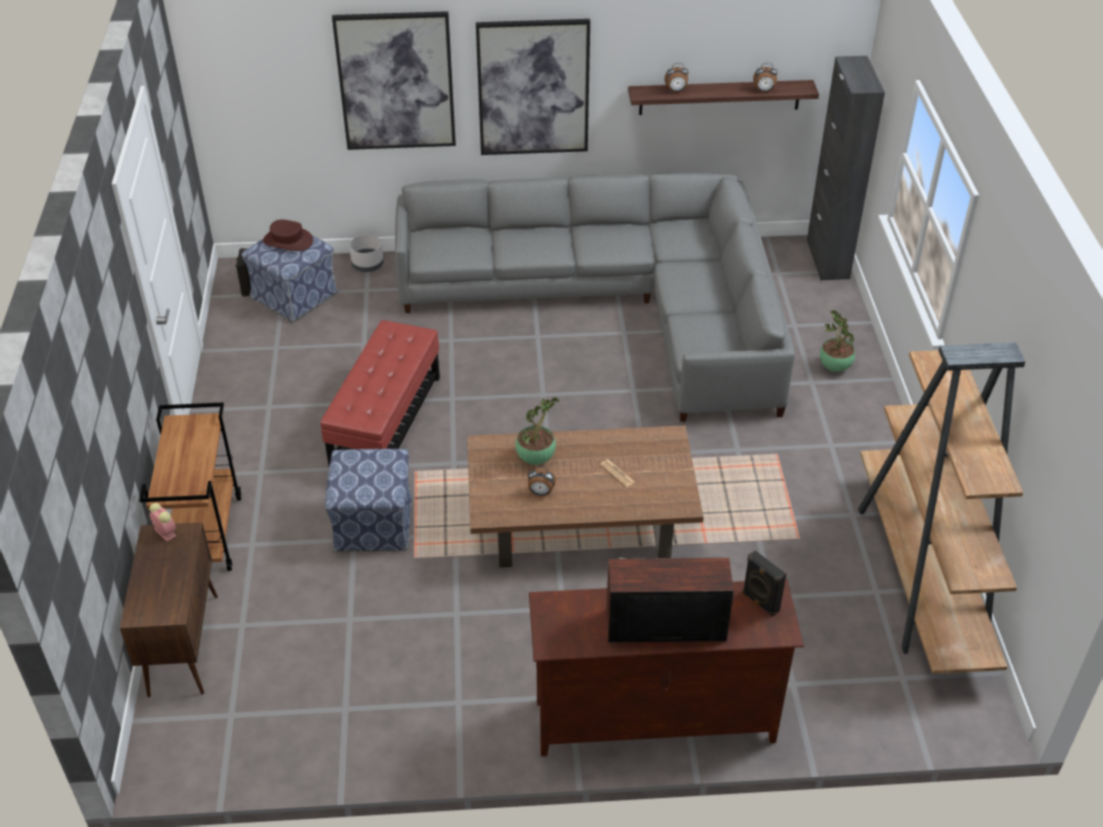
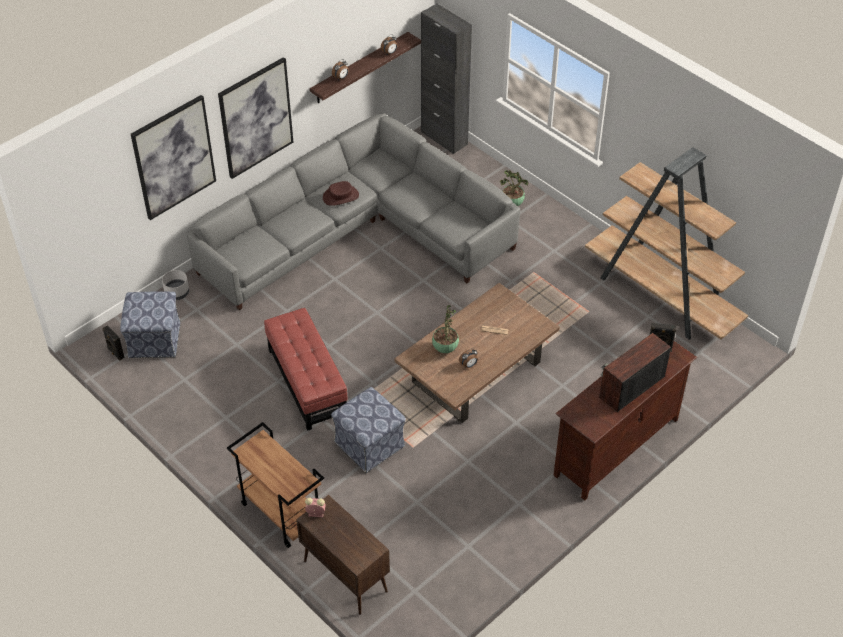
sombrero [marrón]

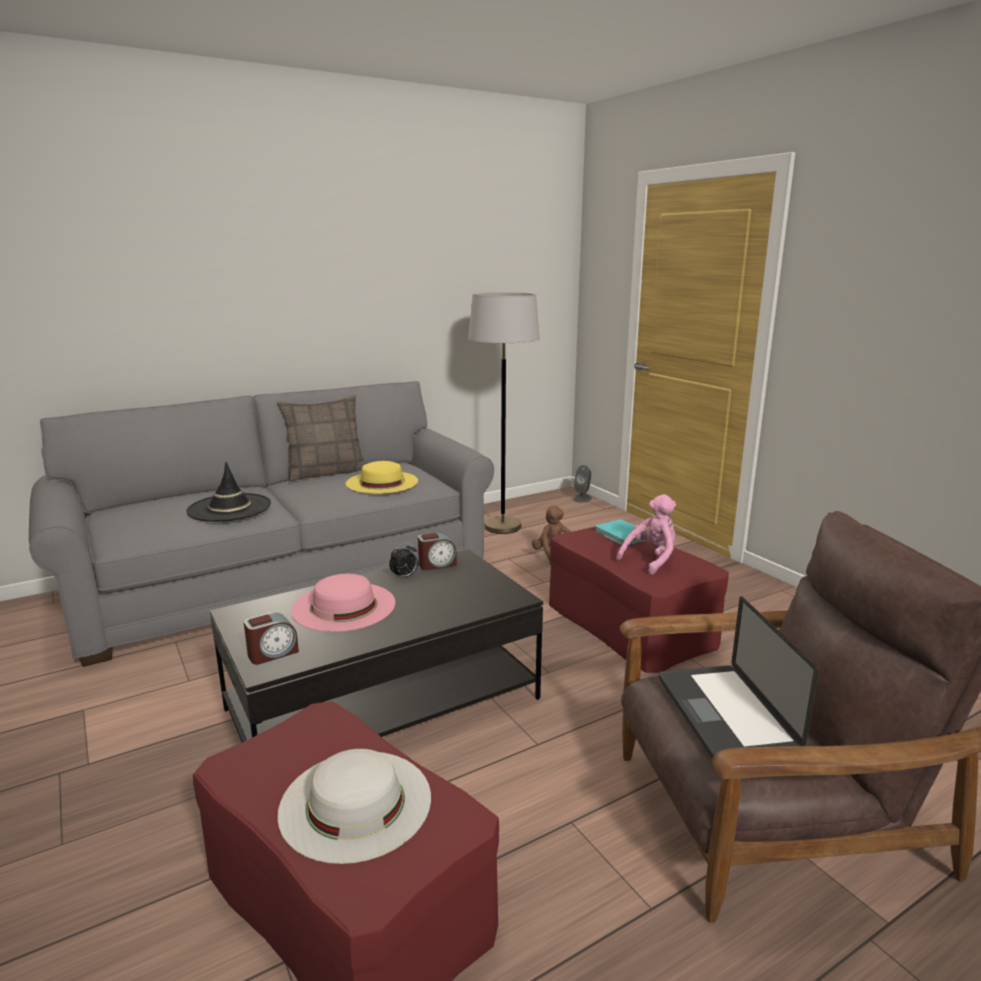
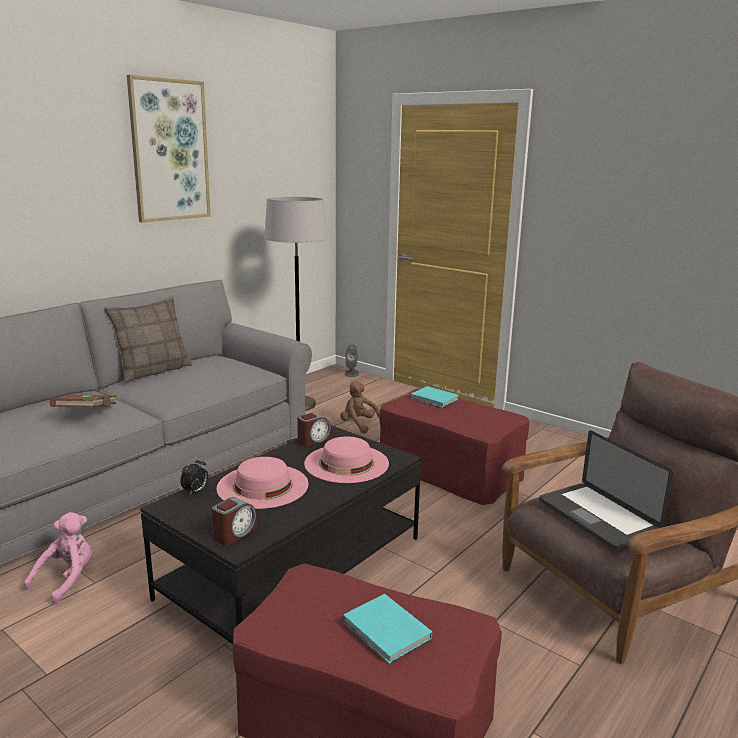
peluche [rosa]
libro [marrón]
cuadro
despertador (no. 1 from left)
sombrero [rosa] (no. 2 from left)
libro [turquesa] (no. 1 from left)
sombrero [amarillo]

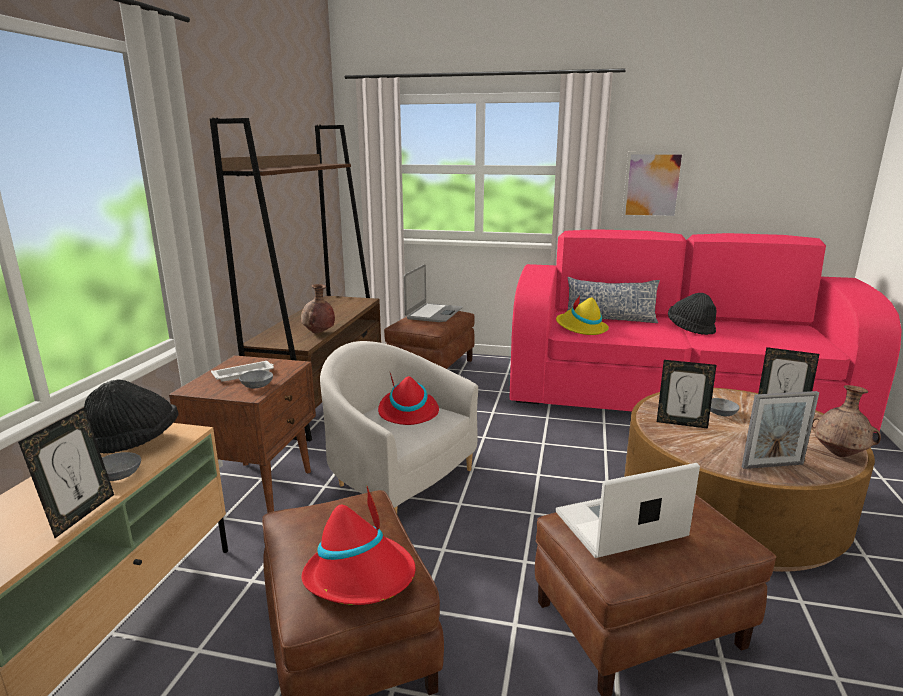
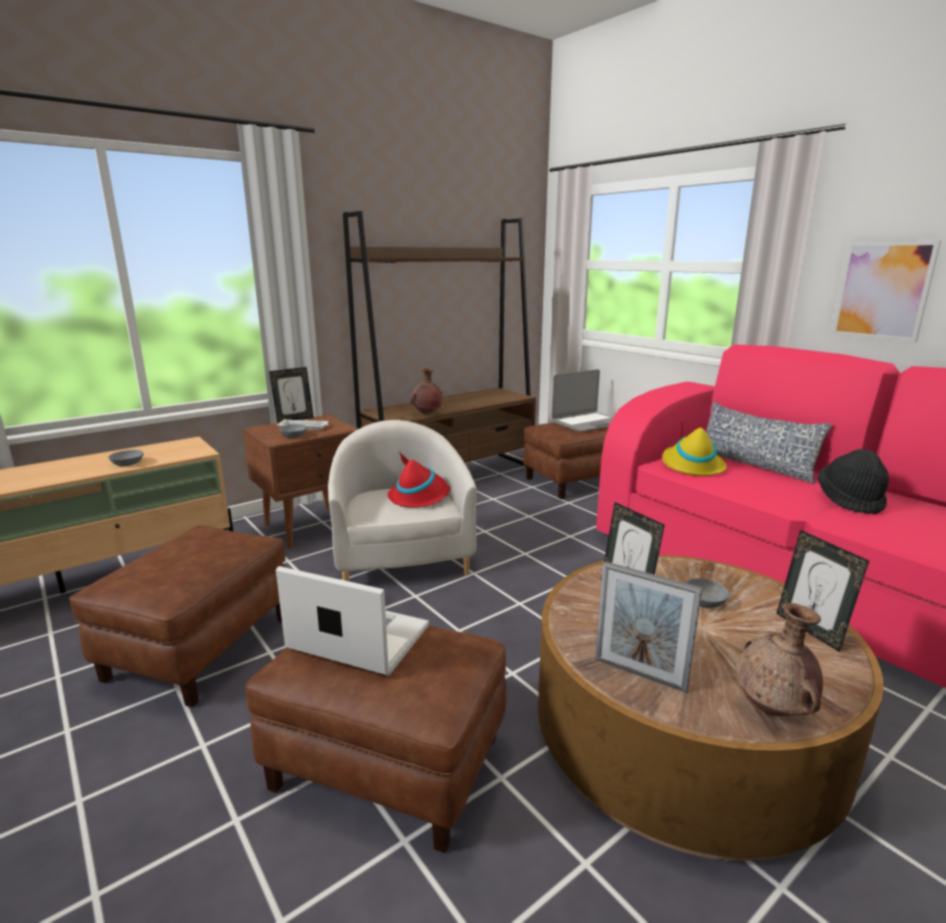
portarretratos (no. 1 from left)
sombrero [negro] (no. 1 from left in the first image)
sombrero [rojo] (no. 1 from left in the first image)

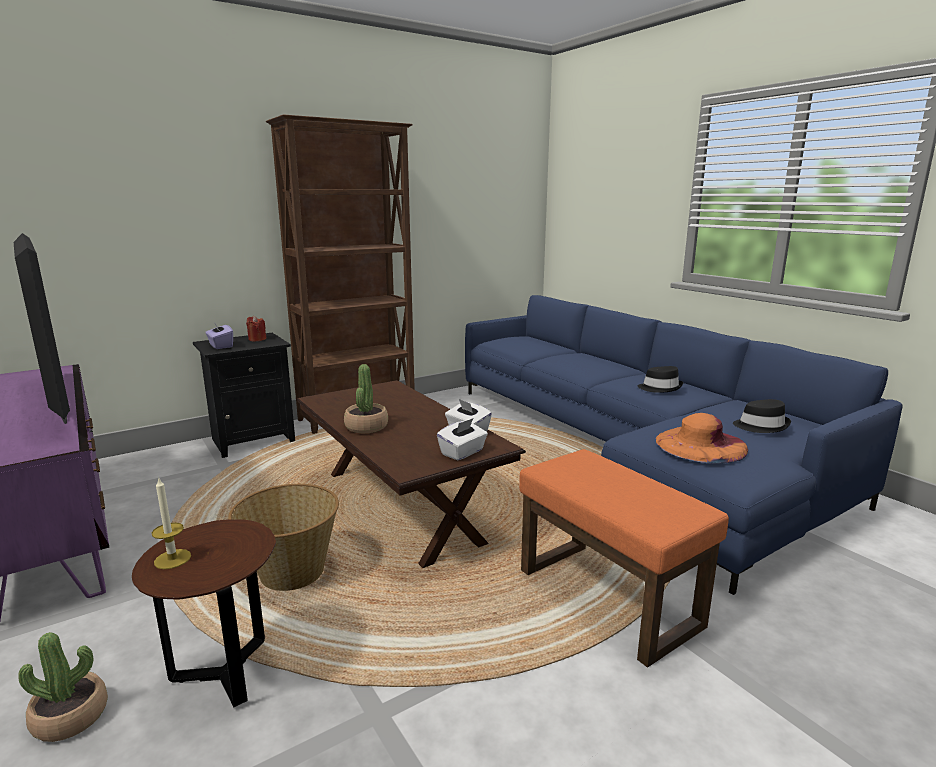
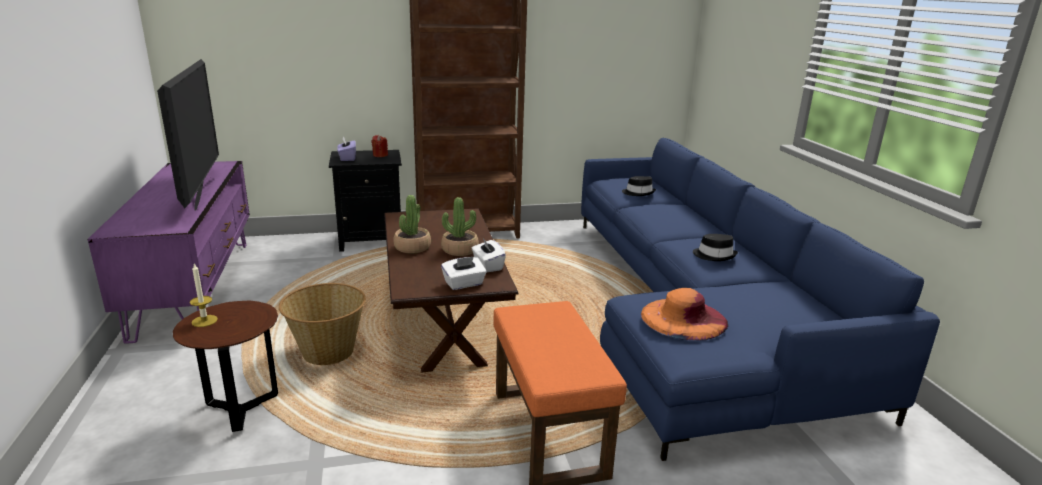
planta en maceta (no. 2 from left)
sombrero [negro] (no. 1 from left)

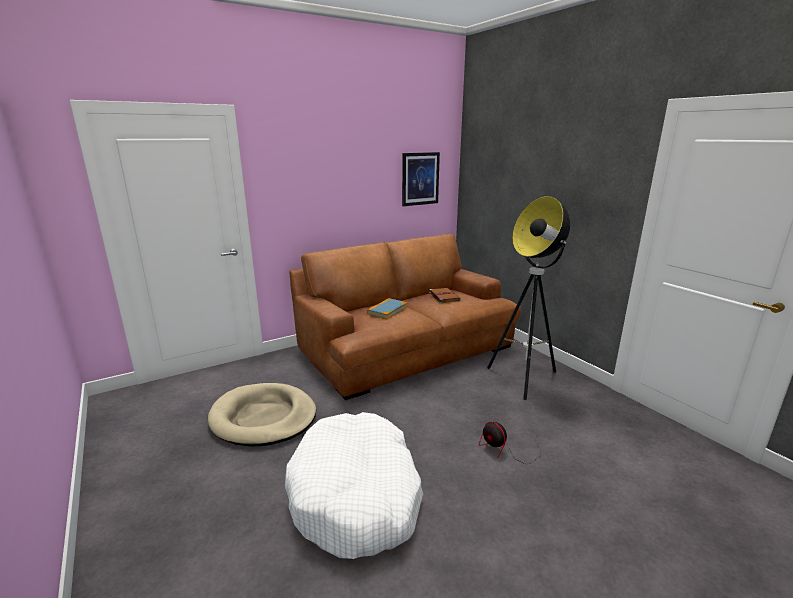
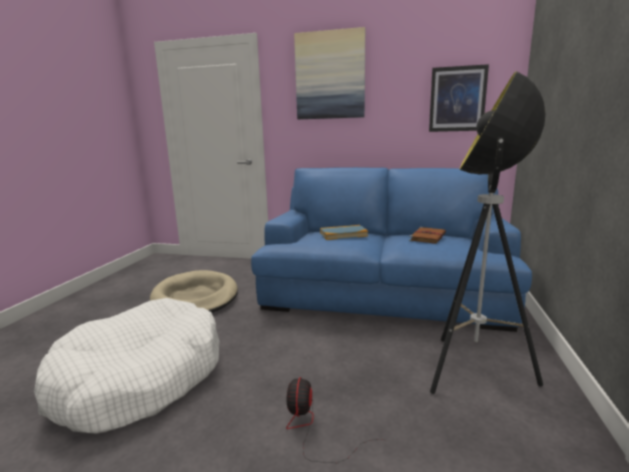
sofá [azul]
cuadro (no. 1 from left)

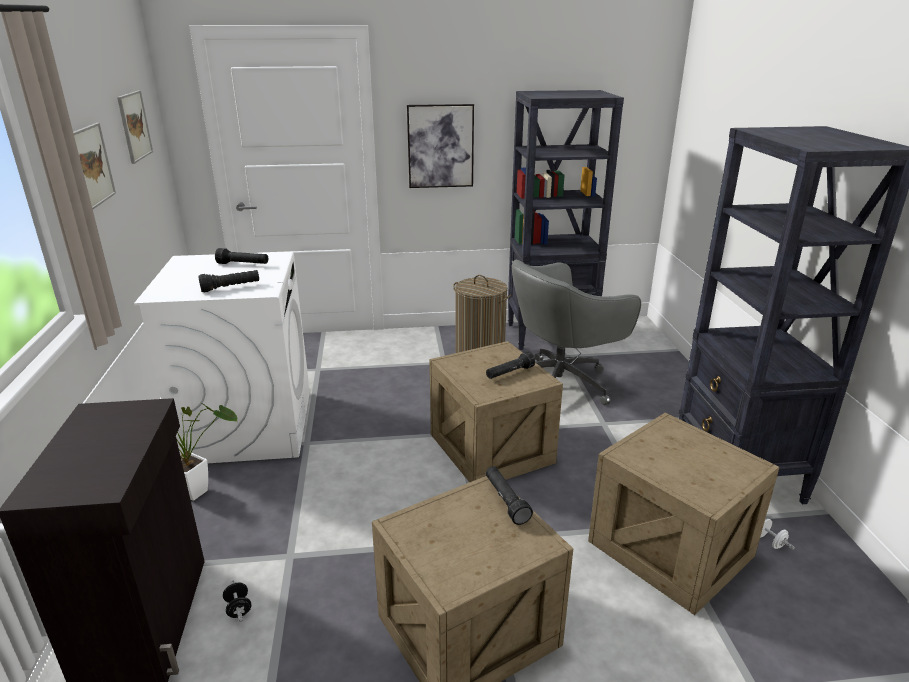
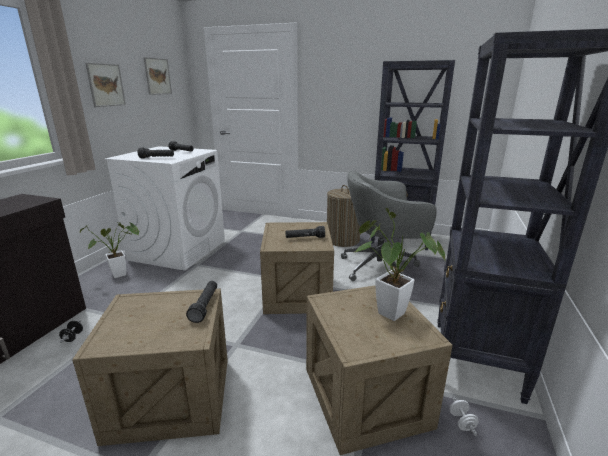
planta en maceta (no. 2 from left)
cuadro (no. 3 from left in the first image)

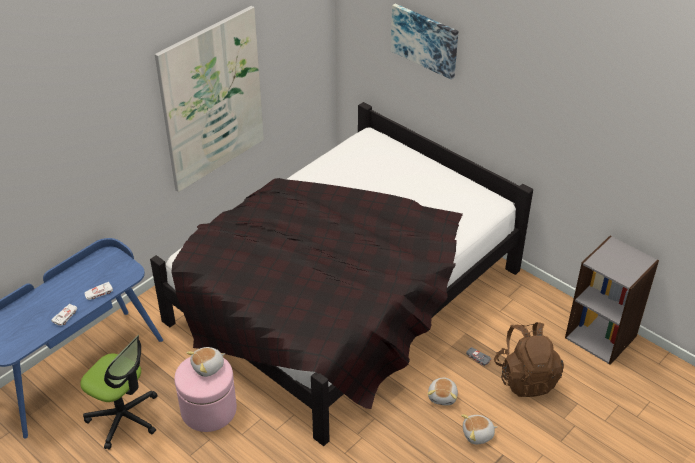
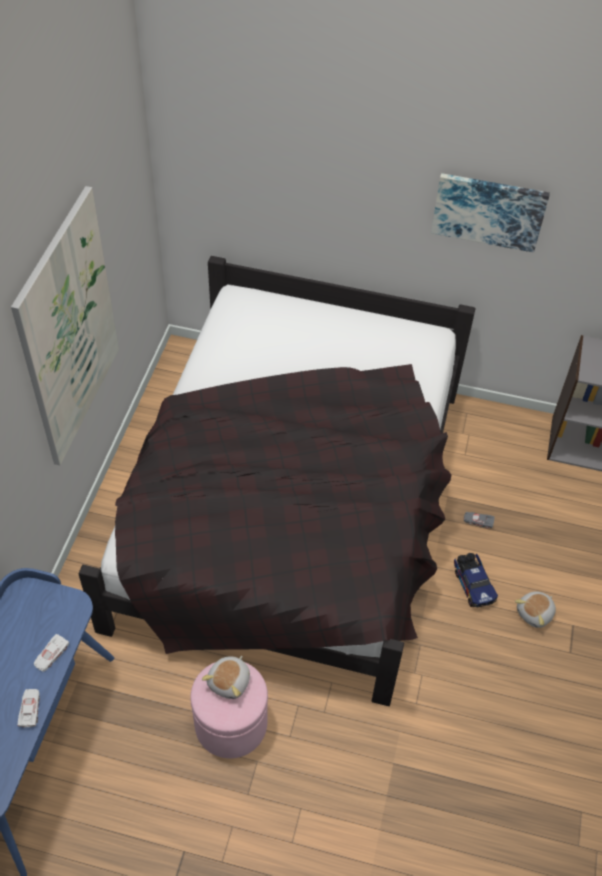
cuadro (no. 2 from left)
camión de juguete
silla de oficina
mochila [marrón]

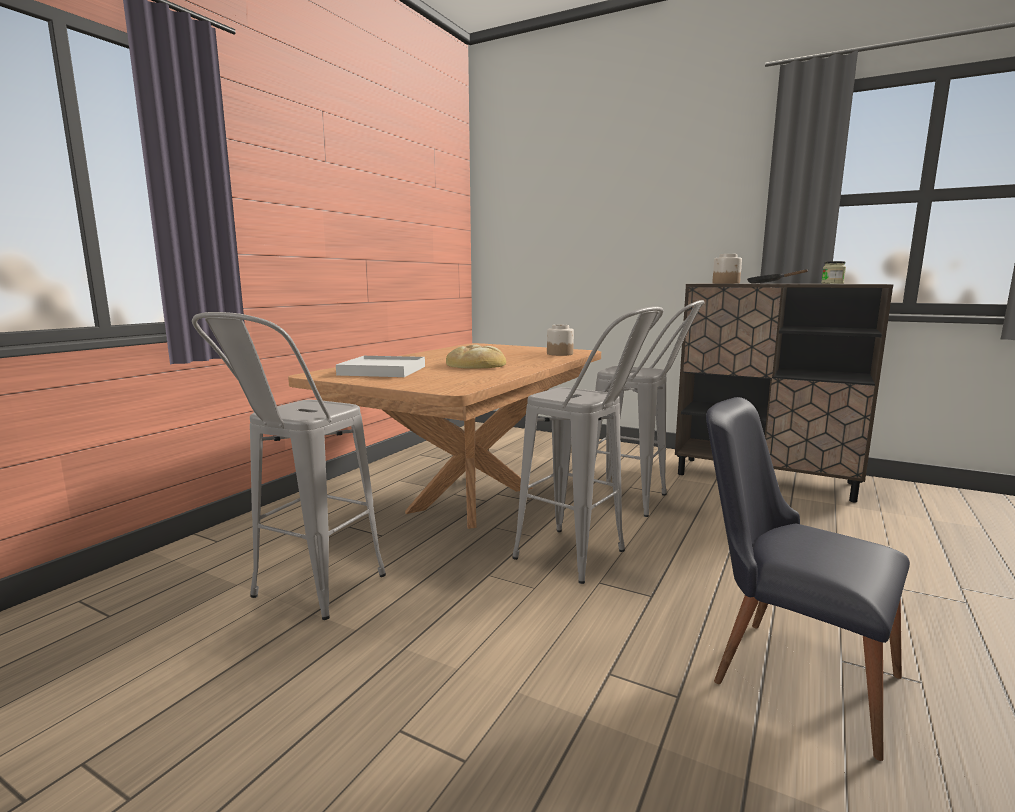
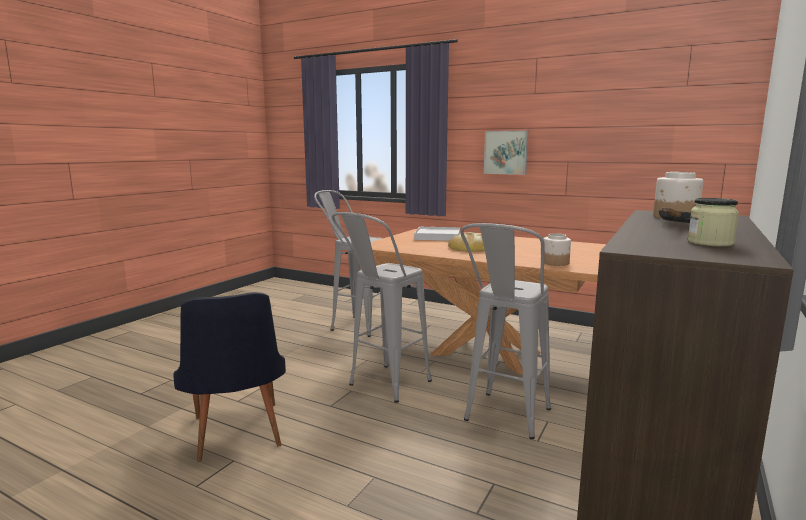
silla [negro]
cuadro

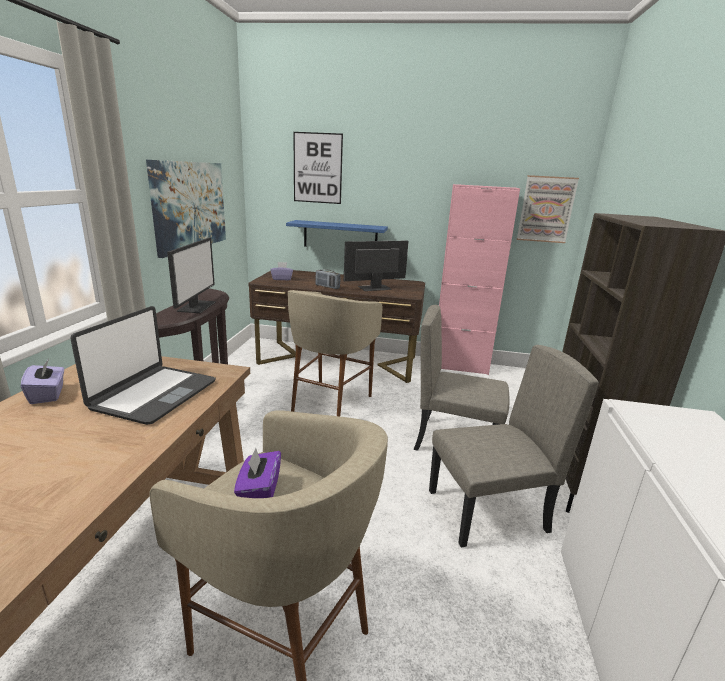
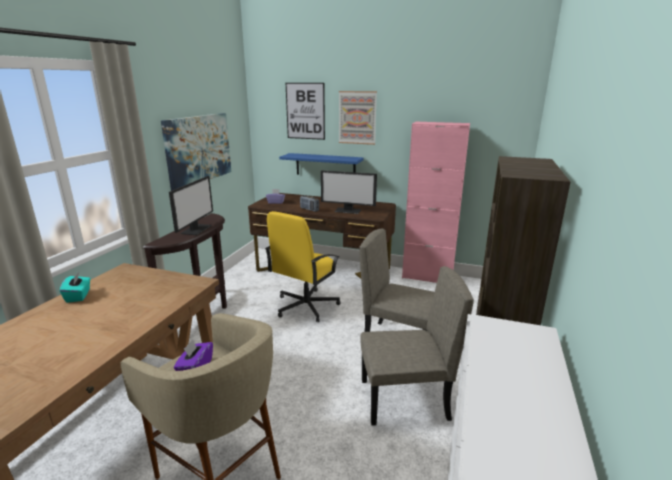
caja de pañuelos [turquesa]
silla de oficina [amarillo]
monitor (no. 2 from left)
cuadro (no. 3 from left)
portátil

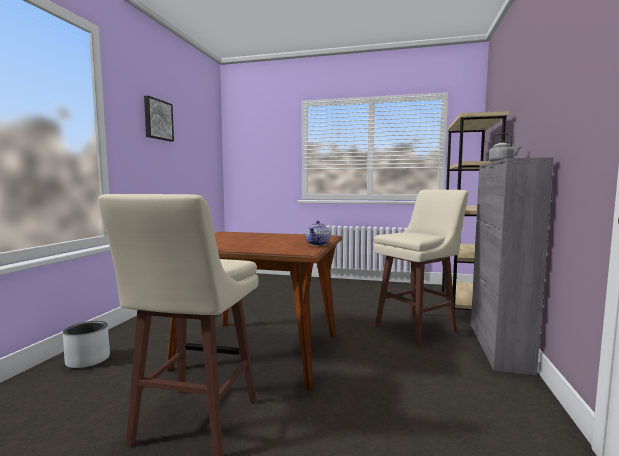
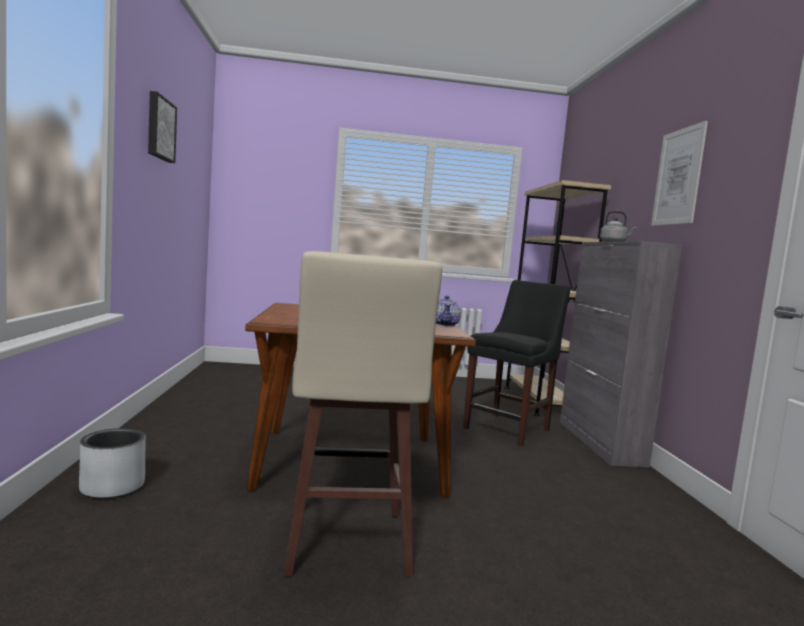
silla [negro]
cuadro (no. 2 from left)

